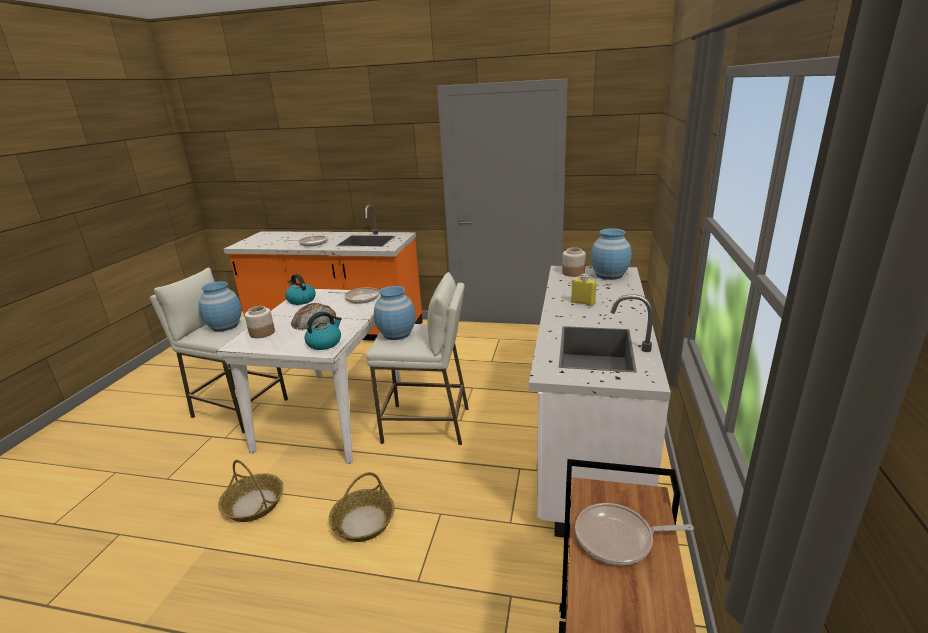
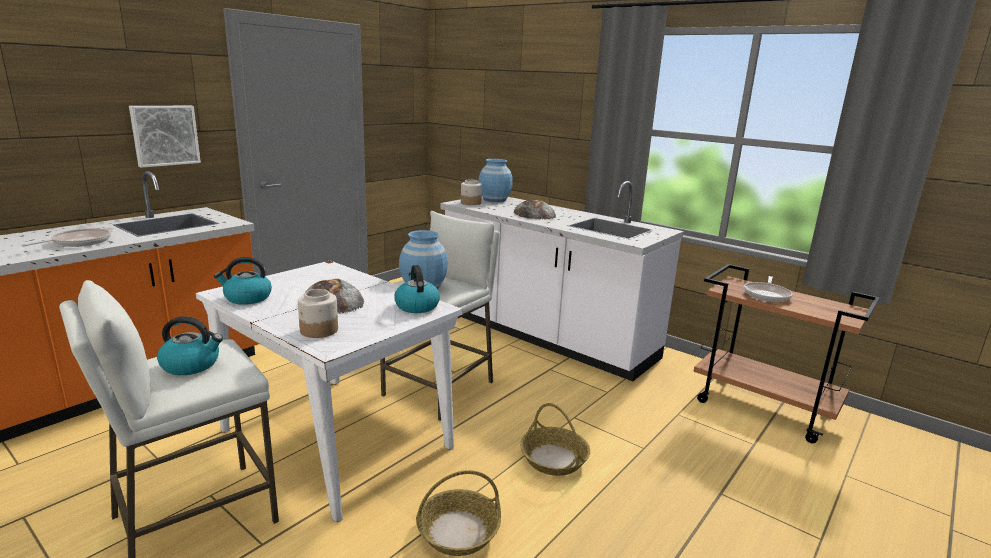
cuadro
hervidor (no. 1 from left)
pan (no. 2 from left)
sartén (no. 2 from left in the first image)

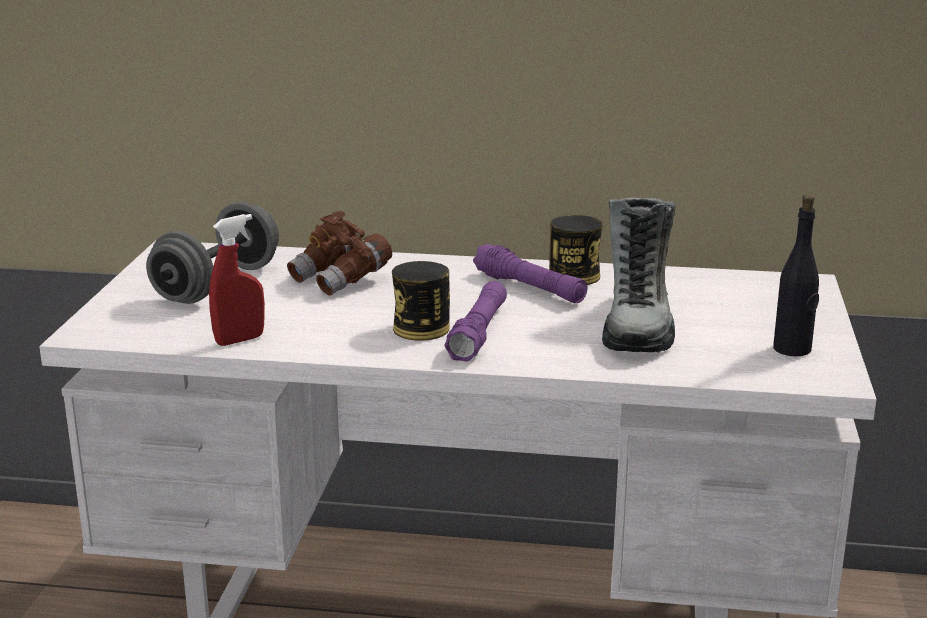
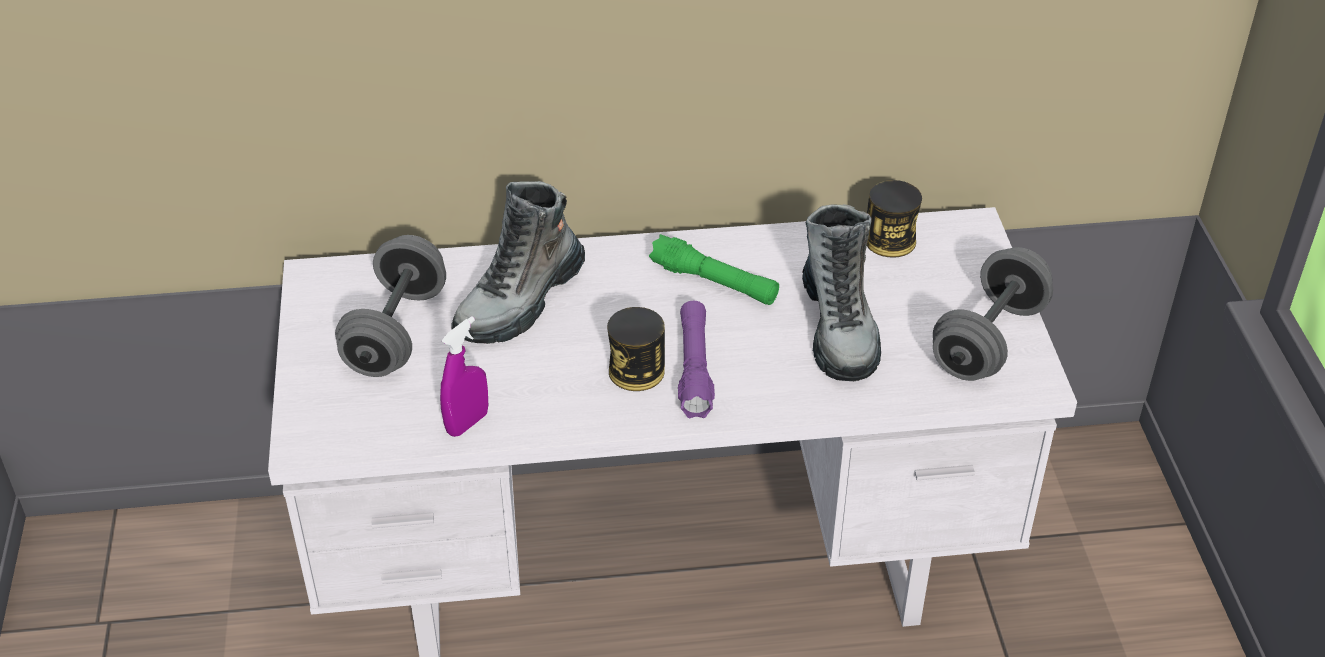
pulverizador [morado]
bota (no. 1 from left)
linterna [verde]
lata (no. 2 from left)
mancuerna [gris] (no. 2 from left)

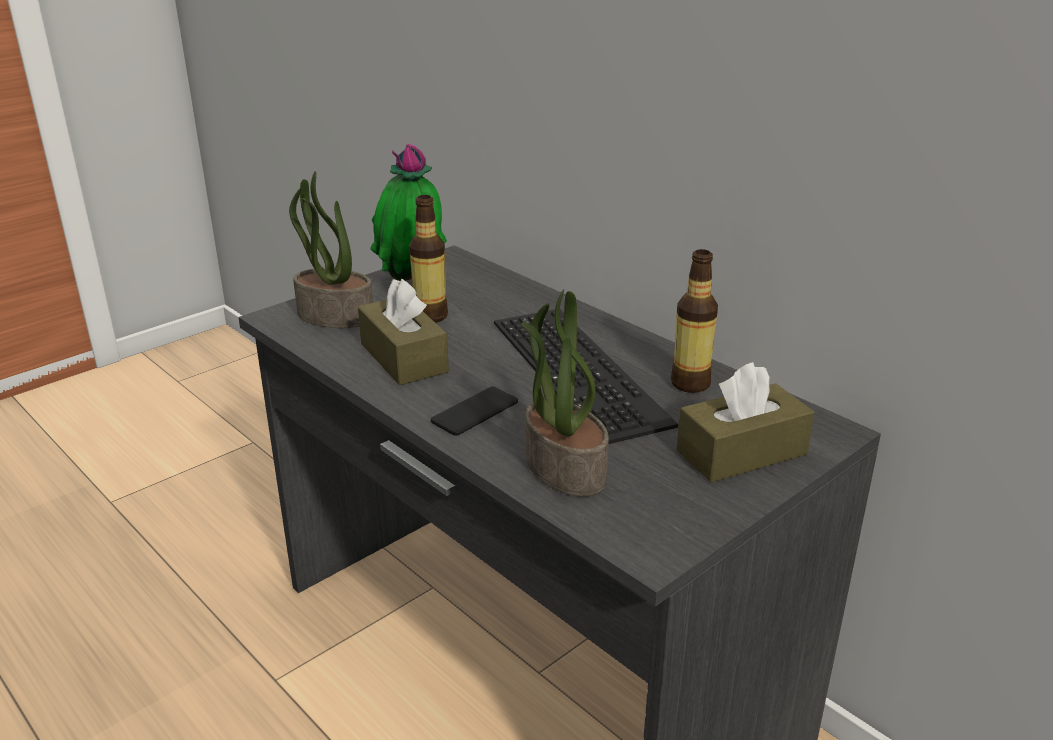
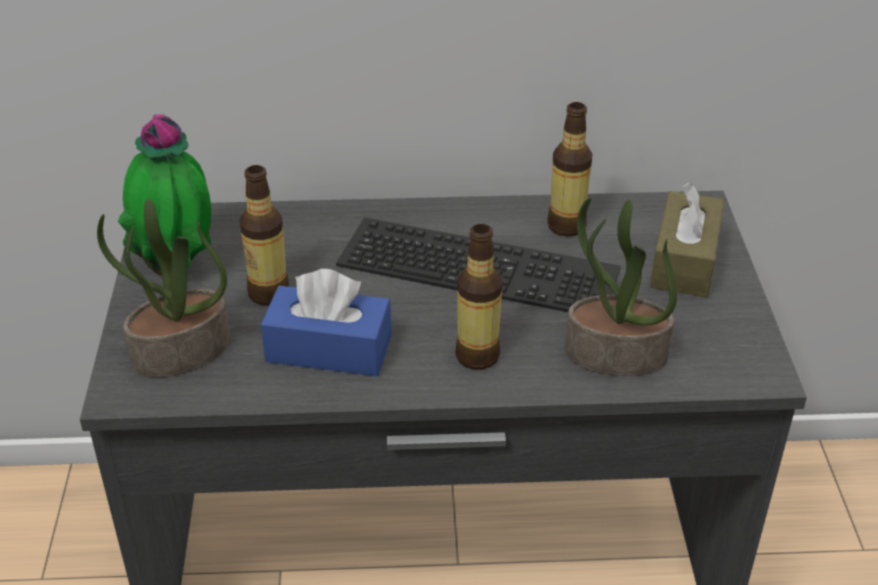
caja de pañuelos [azul]
botella (no. 2 from left)

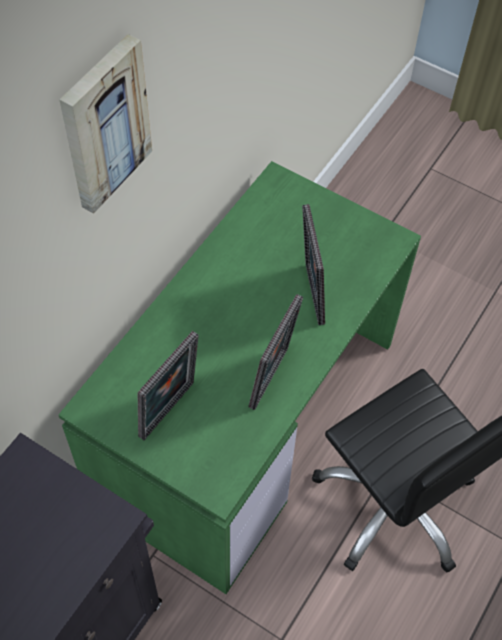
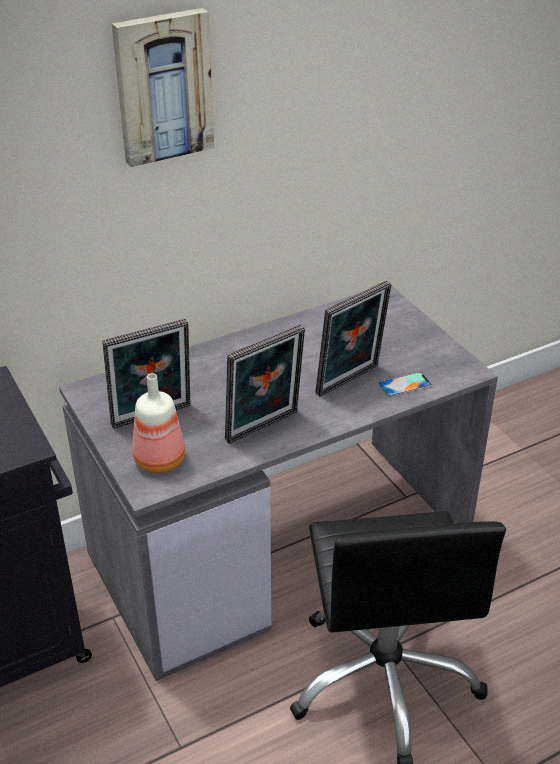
escritorio [gris]
botella
portarretratos (no. 3 from left)
móvil

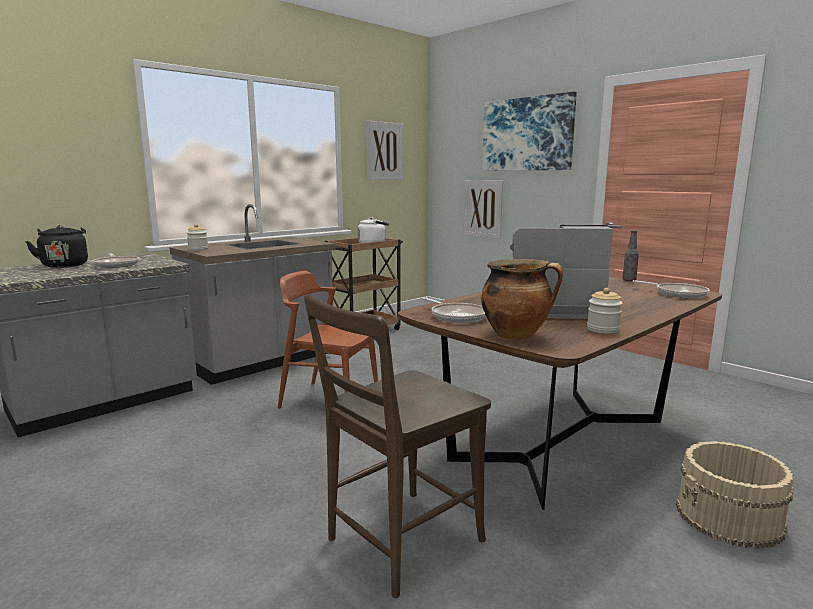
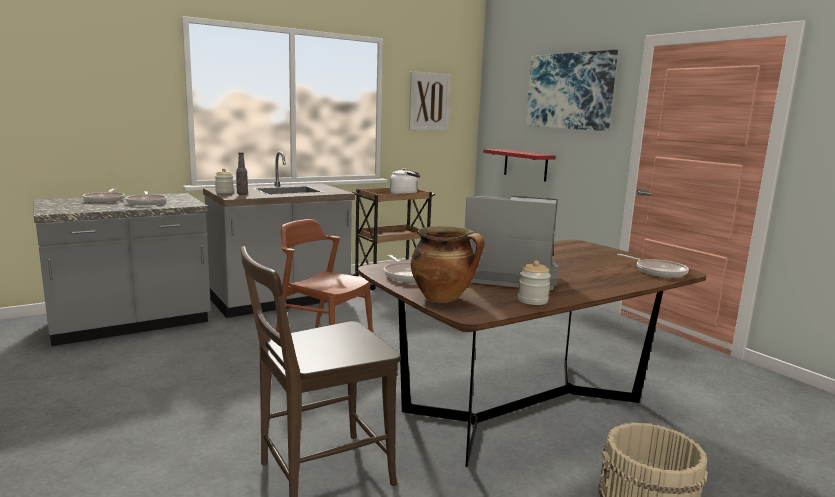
sartén (no. 1 from left)
botella
estante [rojo]

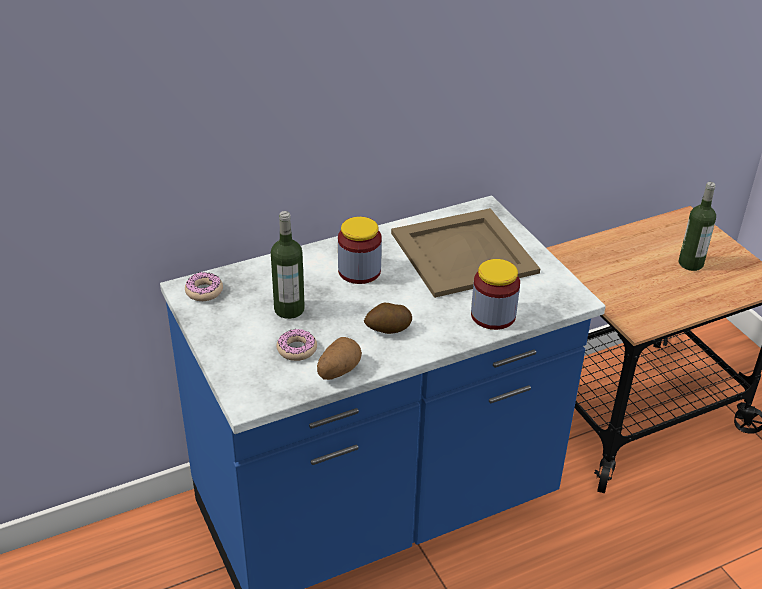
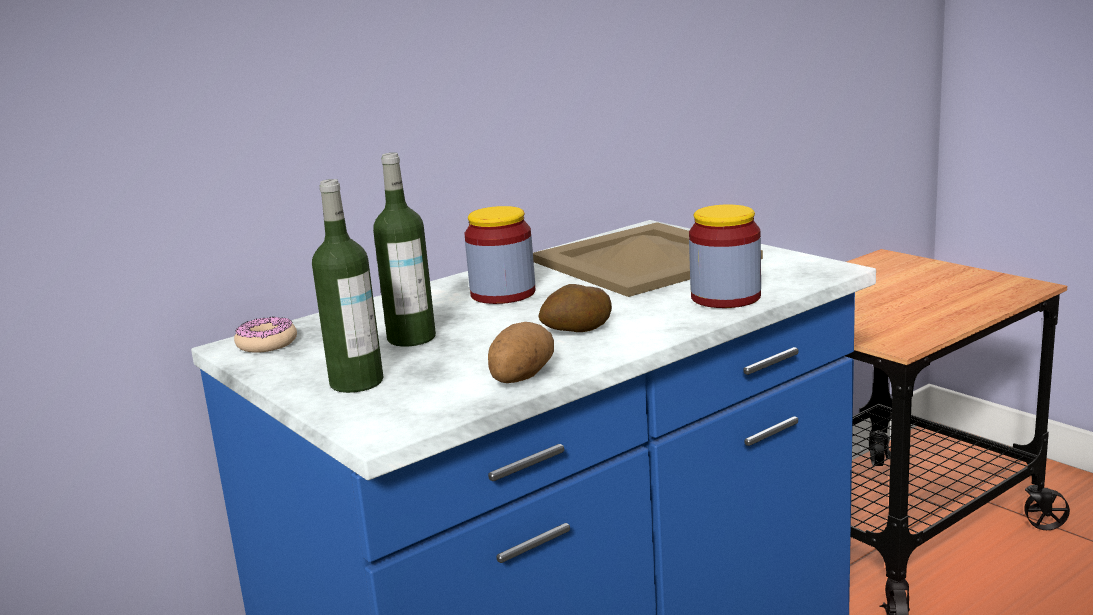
botella (no. 1 from left)
rosquilla (no. 2 from left in the first image)

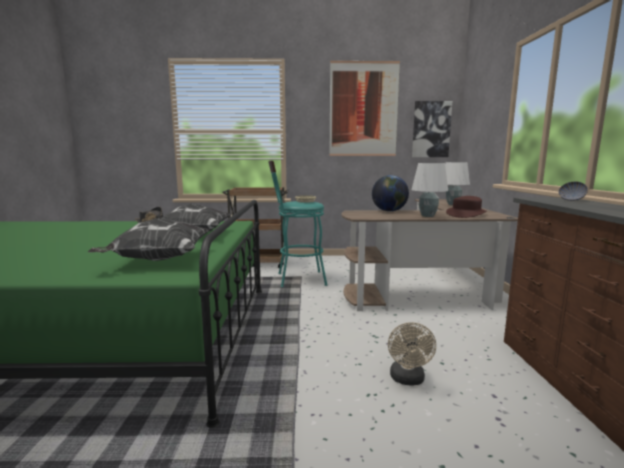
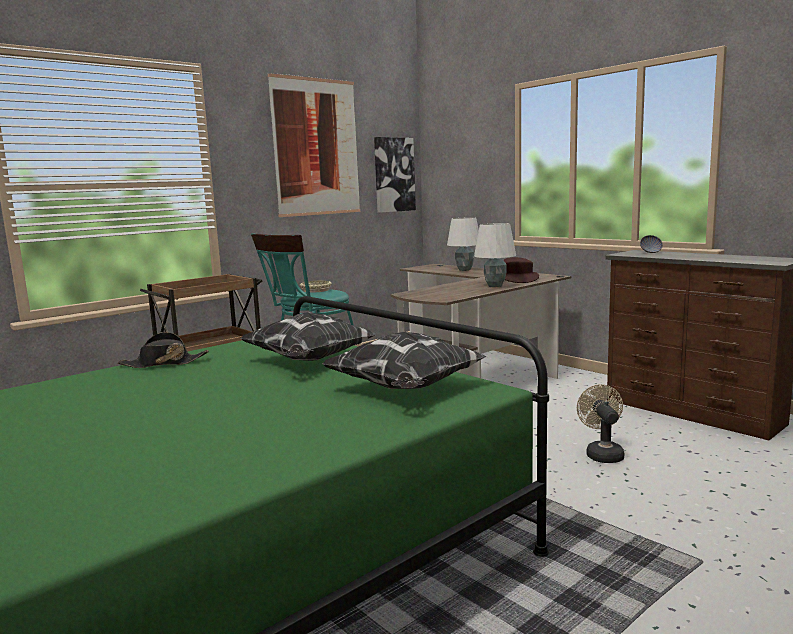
ventilador [beis]
globo terráqueo

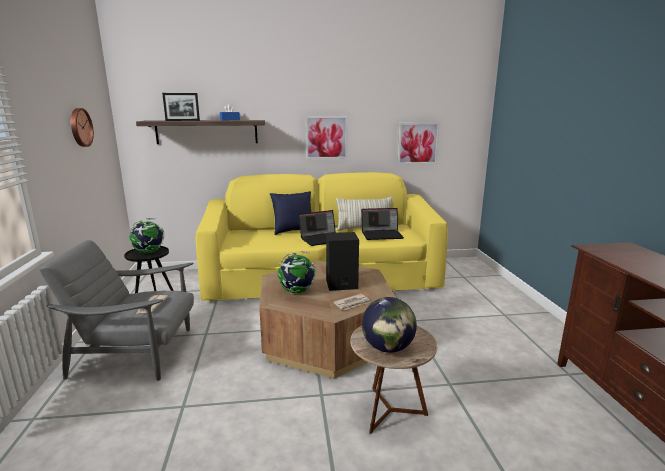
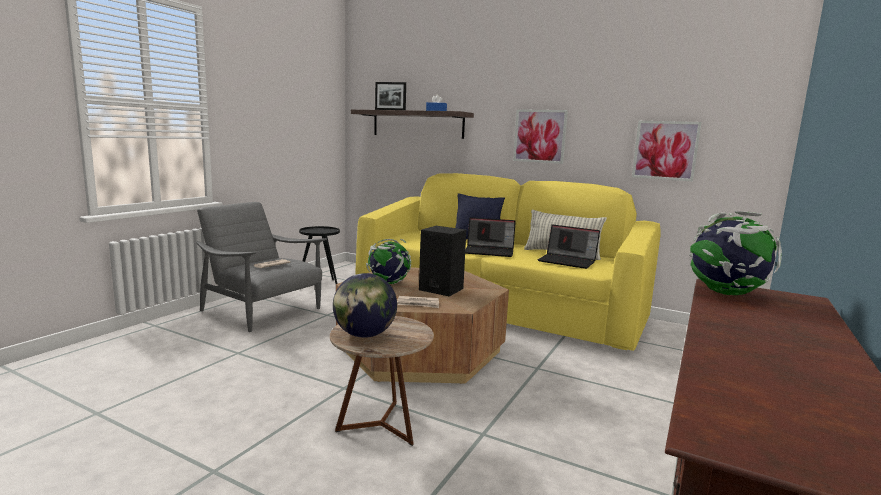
globo terráqueo (no. 3 from left)
reloj de pared

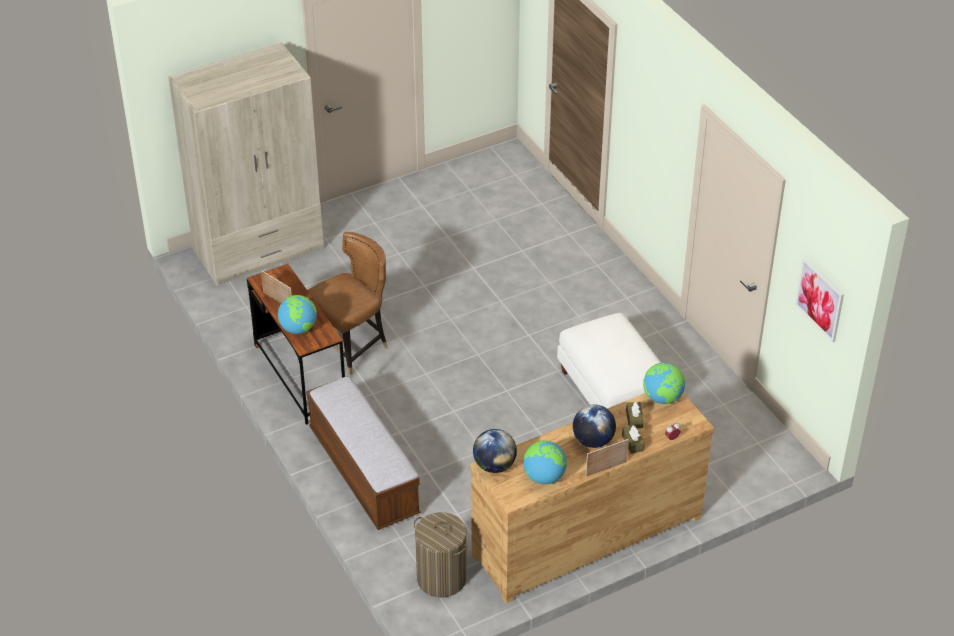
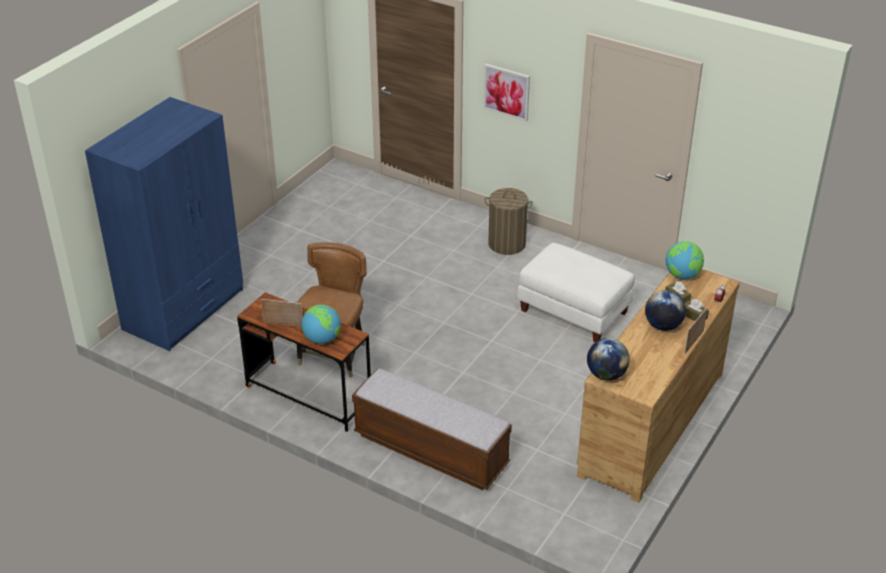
armario ropero [azul]
cuadro
cesto de la ropa
globo terráqueo (no. 3 from left in the first image)

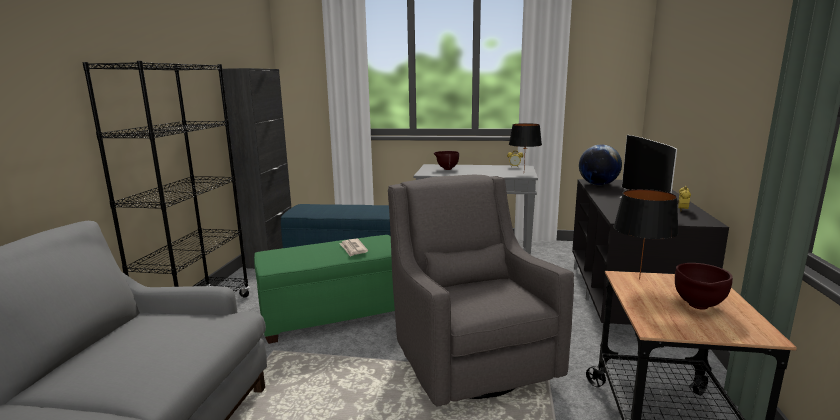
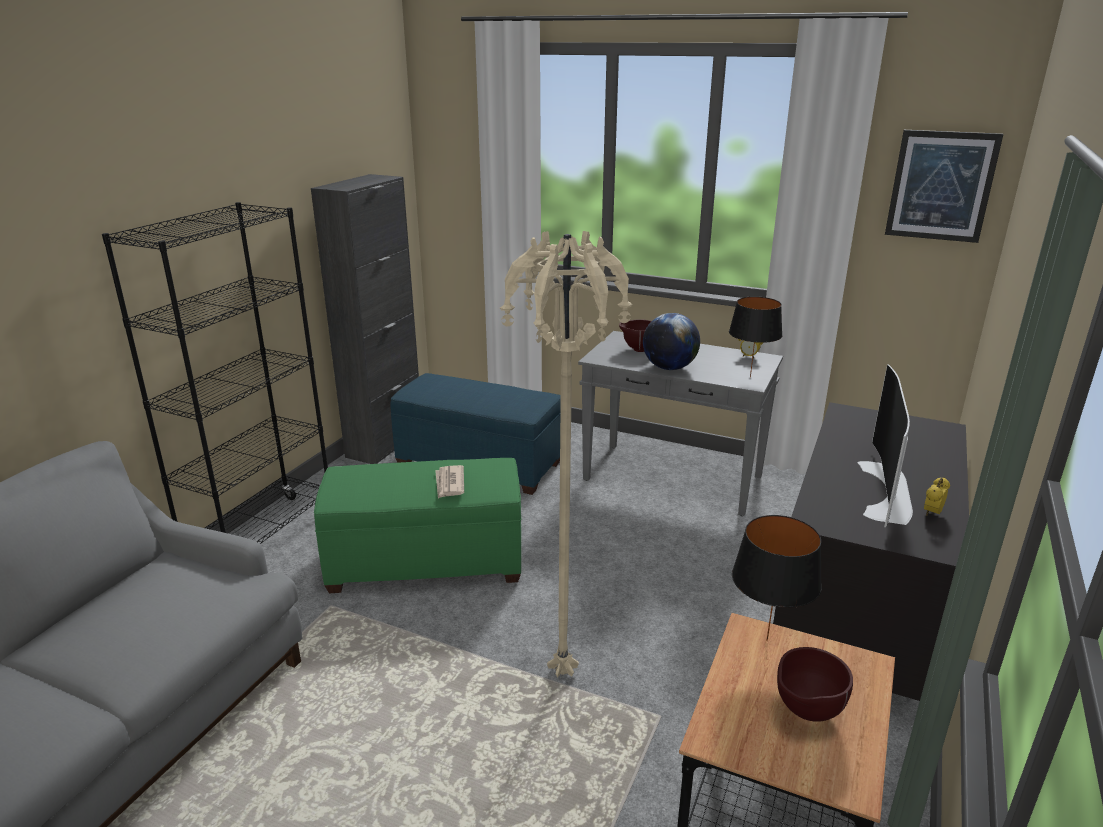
lámpara de pie [beis]
globo terráqueo
cuadro

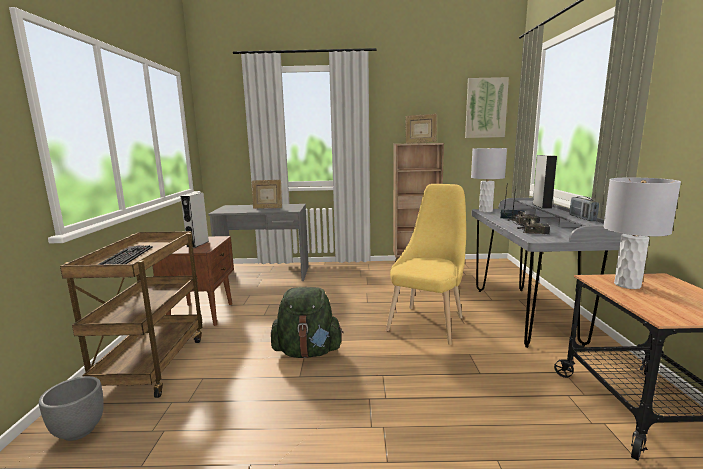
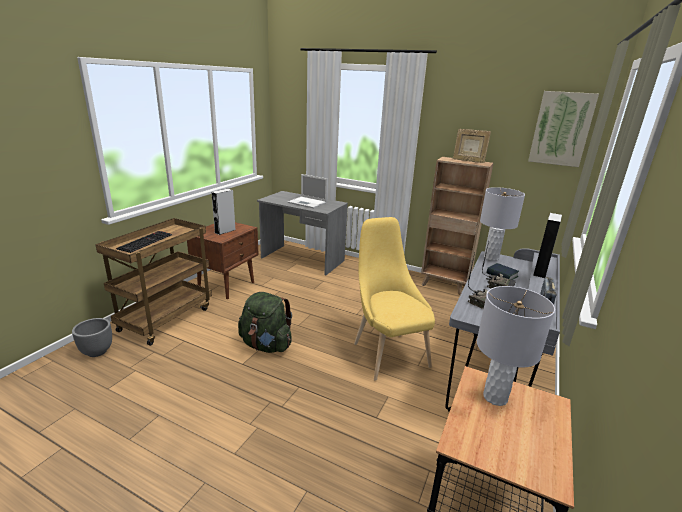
portátil
silla [amarillo]

